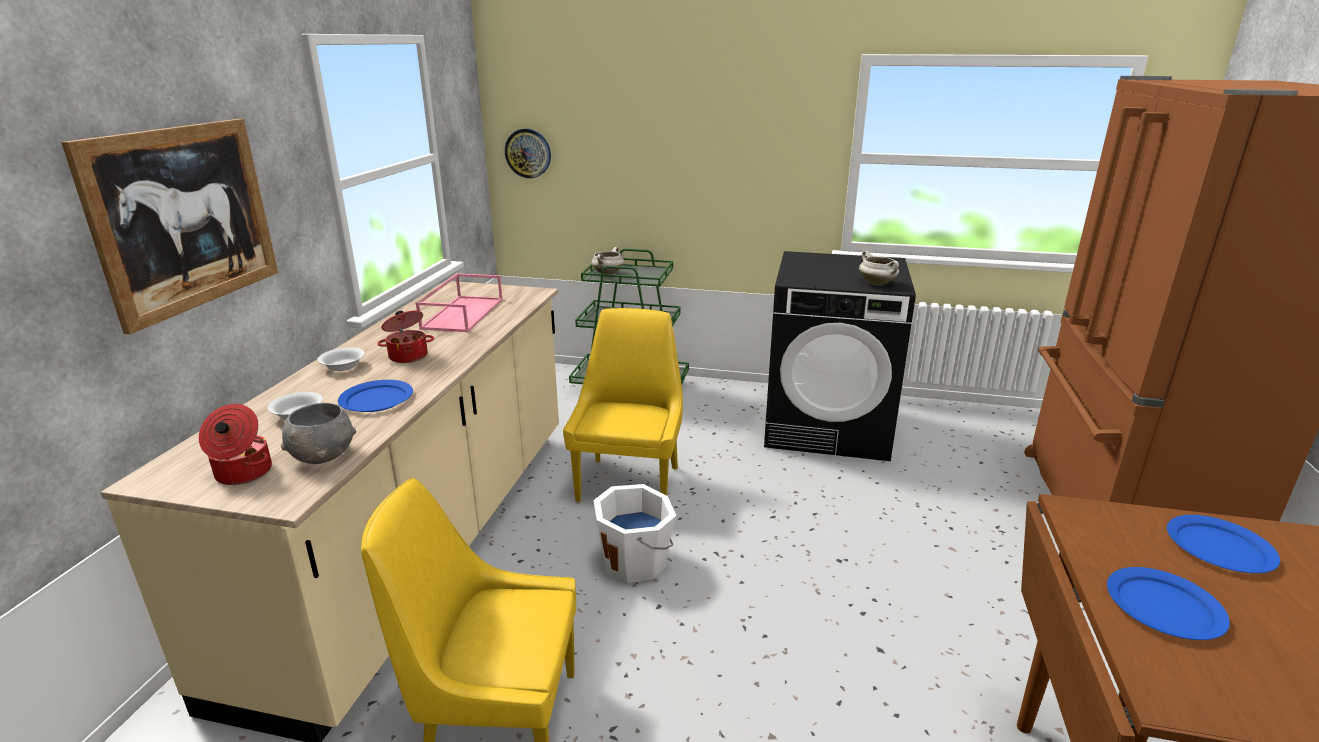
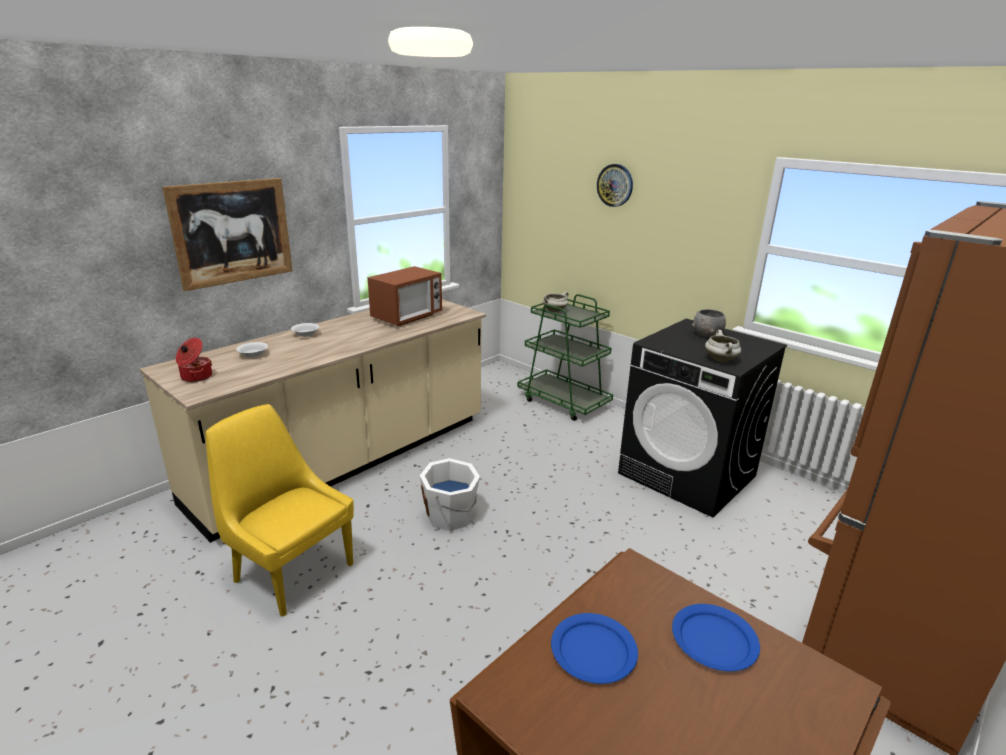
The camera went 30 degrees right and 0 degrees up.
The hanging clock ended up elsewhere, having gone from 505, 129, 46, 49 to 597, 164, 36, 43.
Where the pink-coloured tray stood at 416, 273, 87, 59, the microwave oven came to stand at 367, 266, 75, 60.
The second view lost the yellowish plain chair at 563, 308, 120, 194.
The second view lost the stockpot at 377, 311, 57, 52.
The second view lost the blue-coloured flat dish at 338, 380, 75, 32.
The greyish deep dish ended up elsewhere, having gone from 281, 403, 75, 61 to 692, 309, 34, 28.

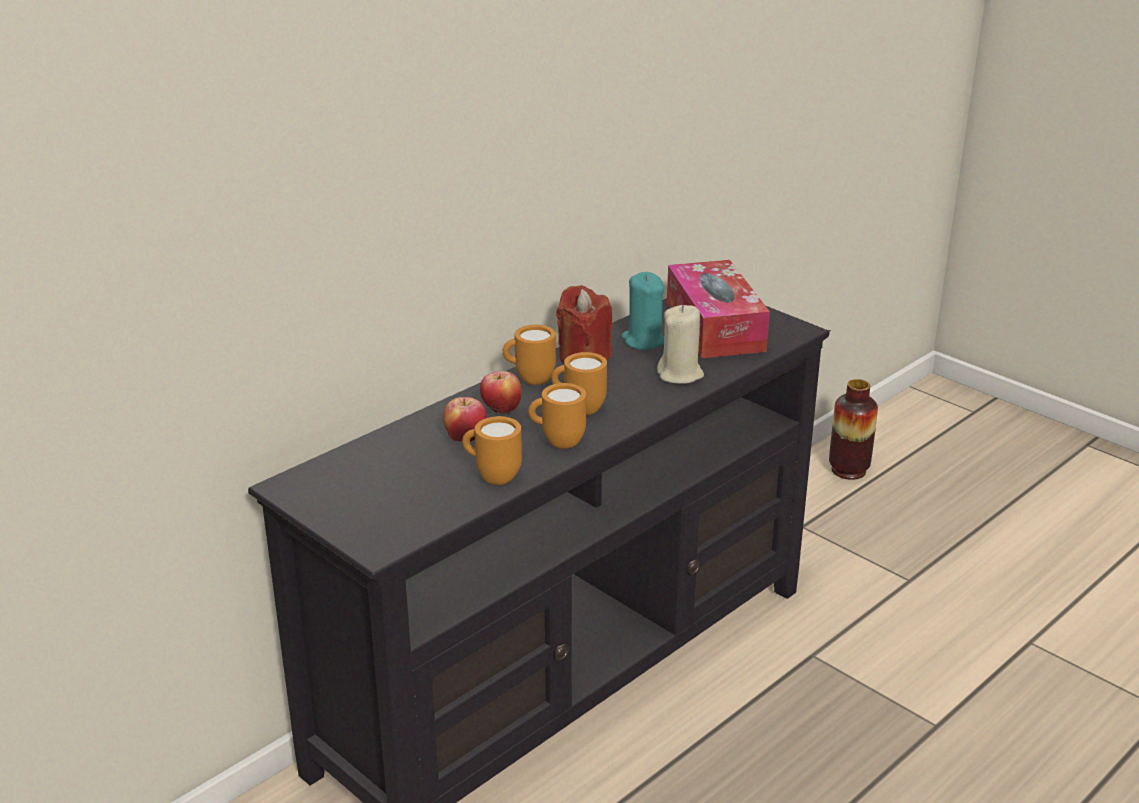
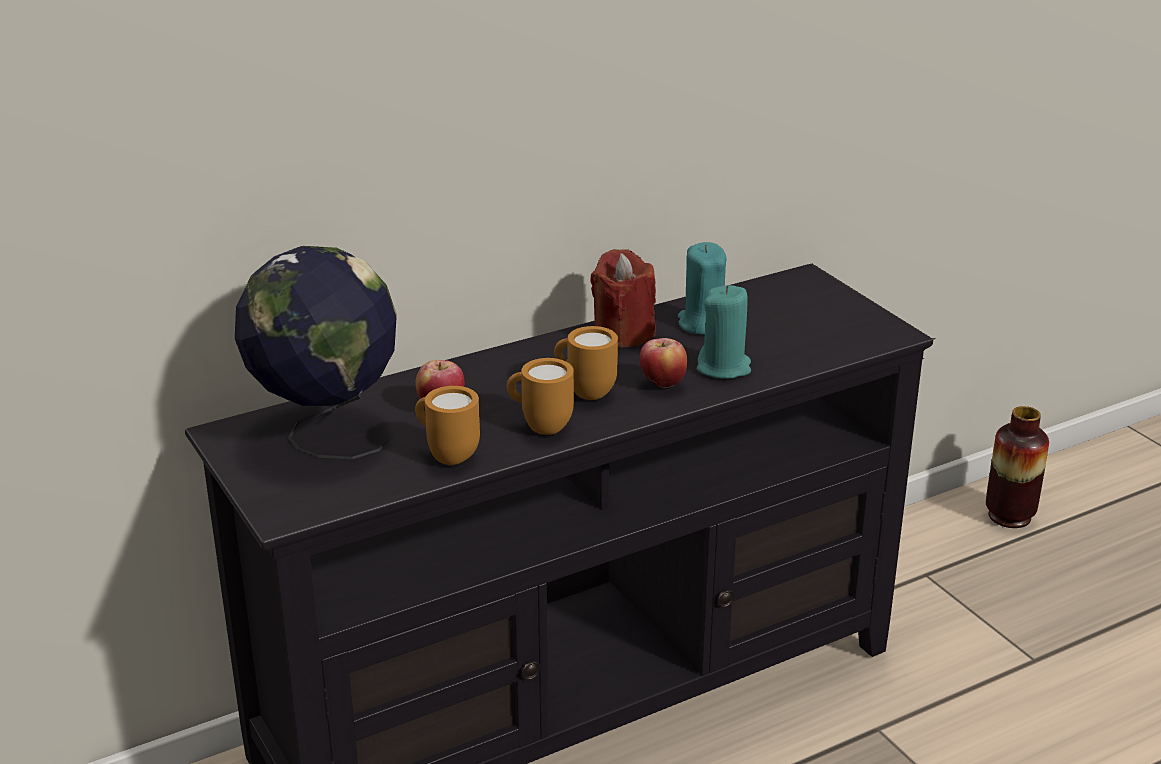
The camera went 15 degrees right and 0 degrees up.
The second view lost the box of tissues at 667, 260, 103, 98.
What was the sand-coloured wax candle at 657, 305, 47, 79 turned into the turquoise-coloured wax candle at 697, 285, 54, 94.
The second view lost the orangey tea mug at 502, 325, 54, 60.
The apple fruit ended up elsewhere, having gone from 480, 371, 42, 44 to 640, 338, 47, 51.
The second view gained the globe at 235, 246, 162, 213.

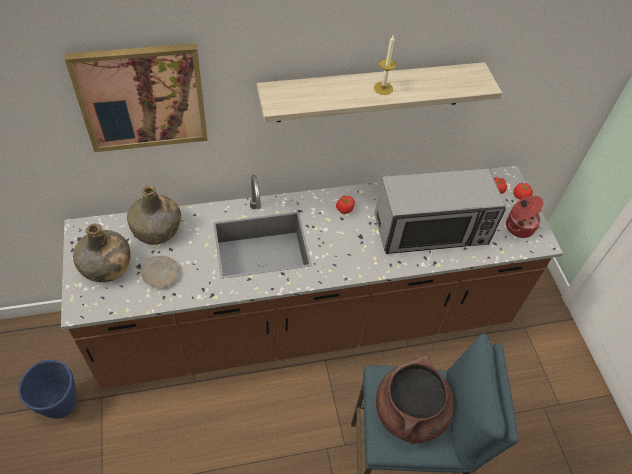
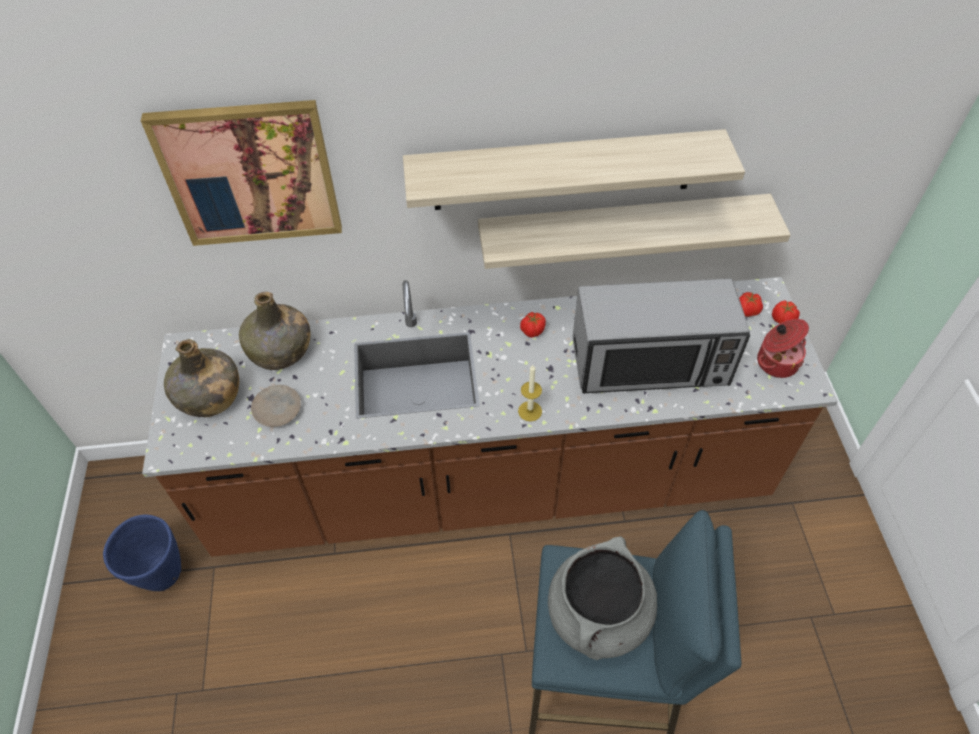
The camera went 10 degrees right and 0 degrees up.
The wax candle ended up elsewhere, having gone from 374, 36, 22, 59 to 518, 365, 24, 56.
What was the brown stockpot at 376, 355, 78, 90 turned into the greyish stockpot at 548, 536, 109, 124.
The second view gained the shelf at 478, 194, 313, 75.

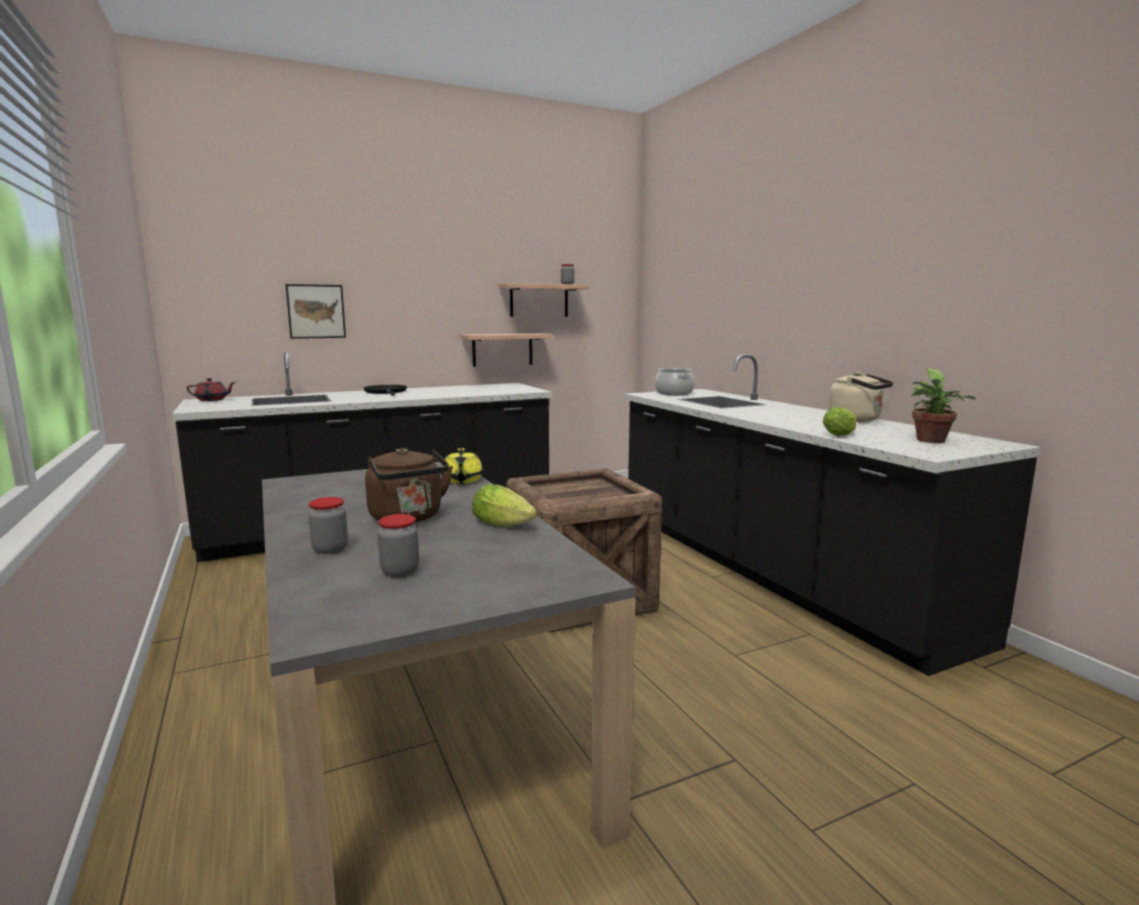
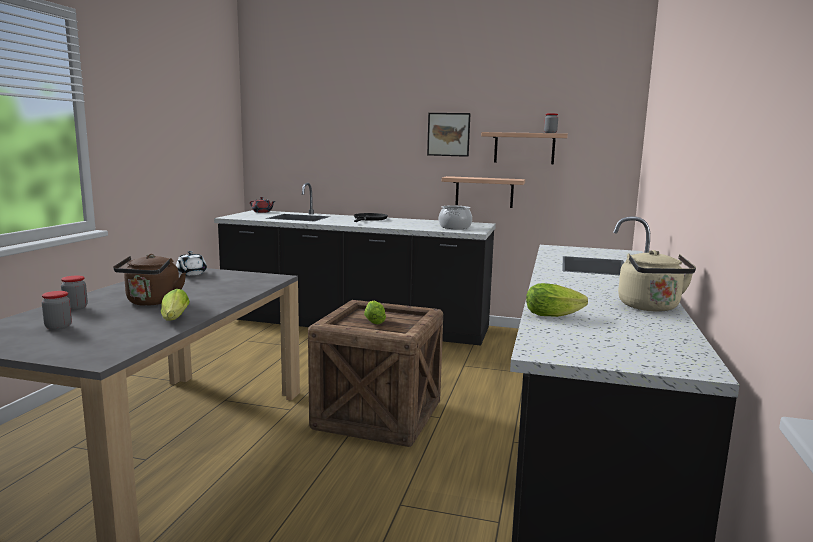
The camera went 40 degrees right and 0 degrees up.
The wall art ended up elsewhere, having gone from 285, 284, 61, 55 to 427, 113, 43, 44.
The stockpot ended up elsewhere, having gone from 655, 368, 40, 27 to 439, 205, 33, 24.
The second view lost the houseplant at 911, 368, 65, 75.
The second view lost the yellowish pot for tea at 441, 448, 42, 36.
The second view gained the whitish pot for tea at 176, 251, 31, 25.
The second view gained the lettuce head at 364, 301, 22, 23.

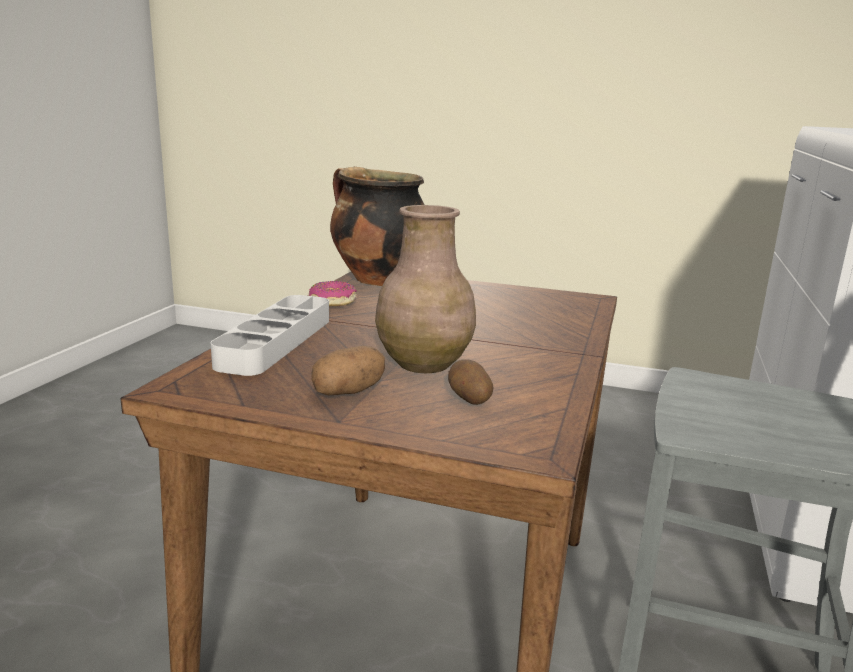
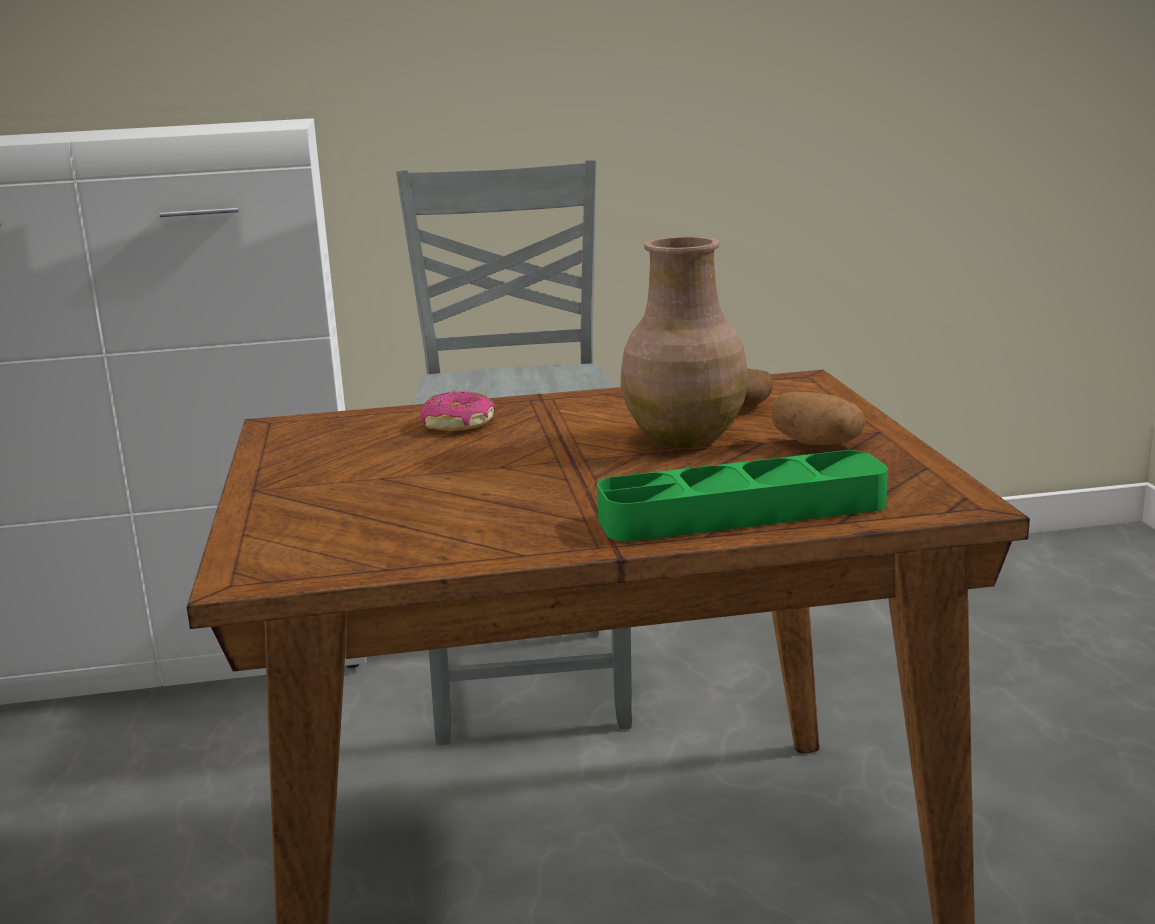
The camera went 115 degrees left and 0 degrees up.
The second view lost the stockpot at 330, 167, 95, 119.
The doughnut ended up elsewhere, having gone from 309, 281, 48, 25 to 420, 391, 75, 40.
What was the greyish tray at 211, 295, 118, 81 turned into the green-coloured tray at 597, 450, 291, 92.

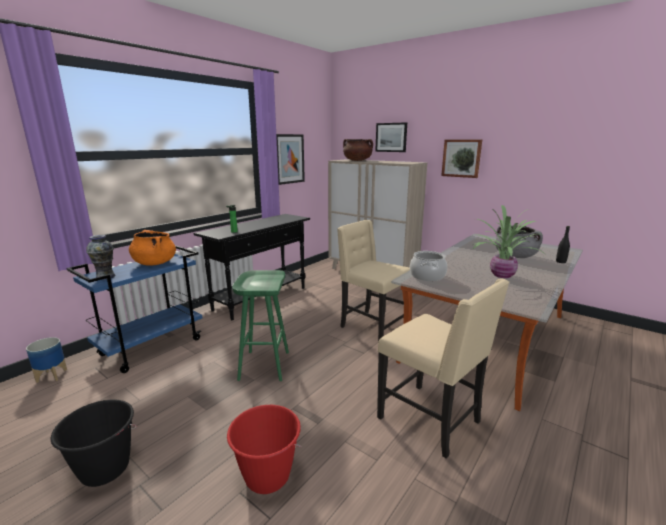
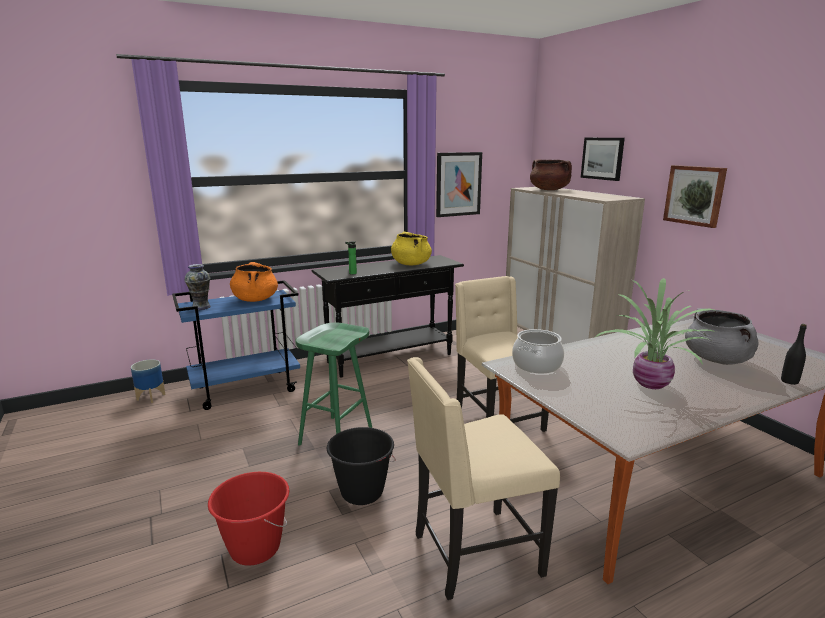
The camera went 25 degrees right and 0 degrees up.
The sand-coloured plain chair at 377, 278, 132, 181 ended up facing another way, 90 degrees clockwise from before.
The black-coloured bucket ended up elsewhere, having gone from 50, 400, 88, 87 to 327, 427, 69, 78.
The second view gained the yellowish stockpot at 391, 231, 41, 34.

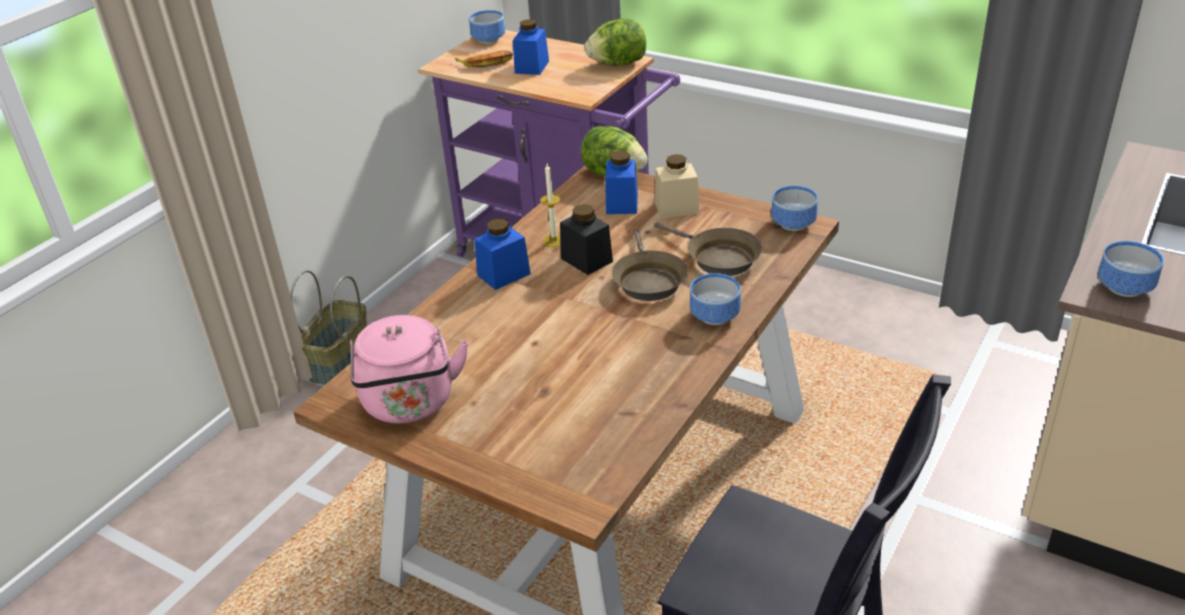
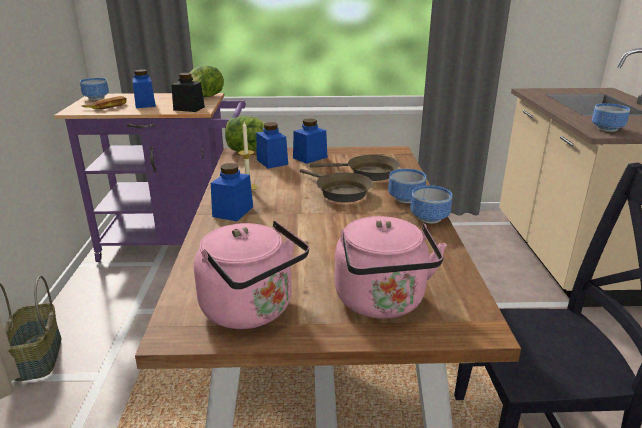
The camera went 35 degrees left and 10 degrees down.
What was the sand-coloured jar at 655, 154, 45, 64 turned into the blue-coloured jar at 293, 118, 35, 46.
The deep dish ended up elsewhere, having gone from 771, 186, 47, 45 to 410, 185, 42, 39.
The black-coloured jar ended up elsewhere, having gone from 560, 204, 53, 71 to 171, 73, 34, 39.
The second view gained the pink-coloured kettle at 335, 216, 112, 103.

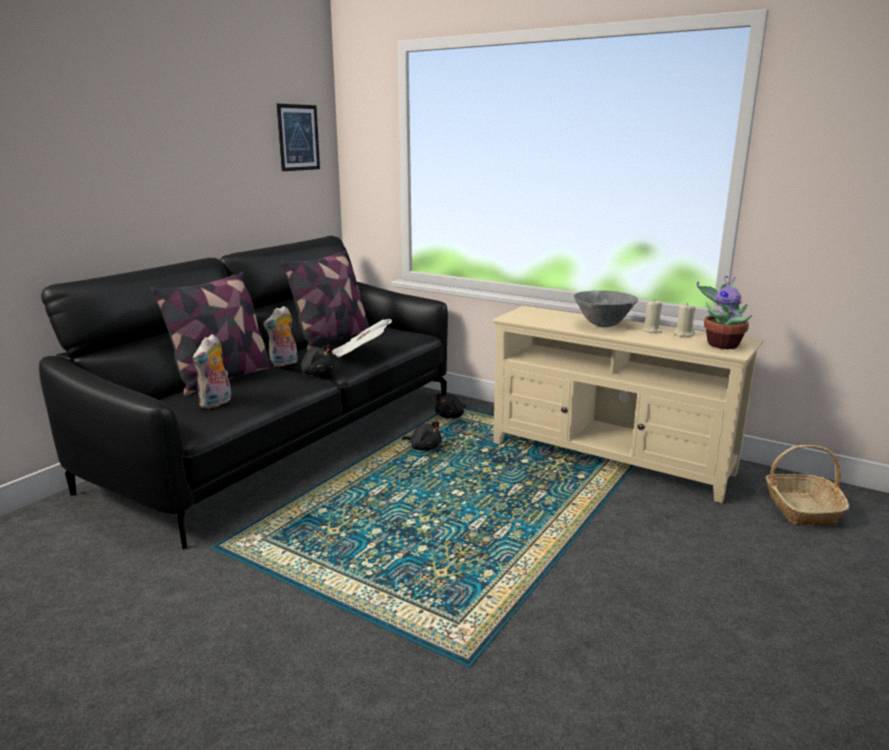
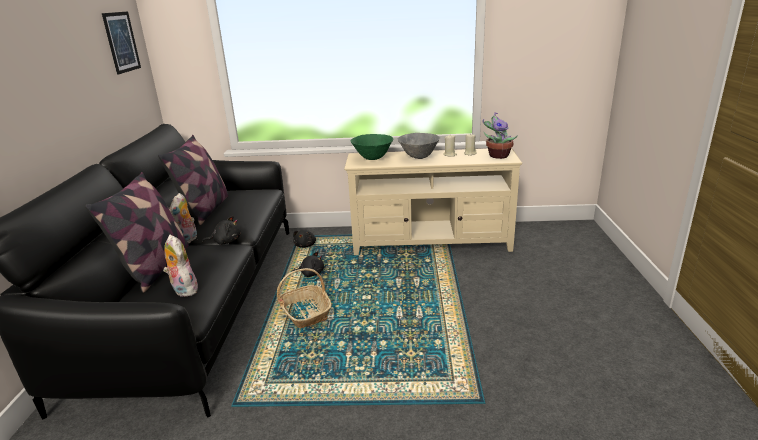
The camera went 30 degrees left and 5 degrees up.
The second view lost the daily paper at 332, 319, 60, 39.
The plush toy at 193, 334, 38, 75 ended up facing another way, 150 degrees clockwise from before.
The household basket ended up elsewhere, having gone from 765, 445, 84, 81 to 277, 268, 54, 61.
The second view gained the green-coloured deep dish at 351, 134, 43, 26.

